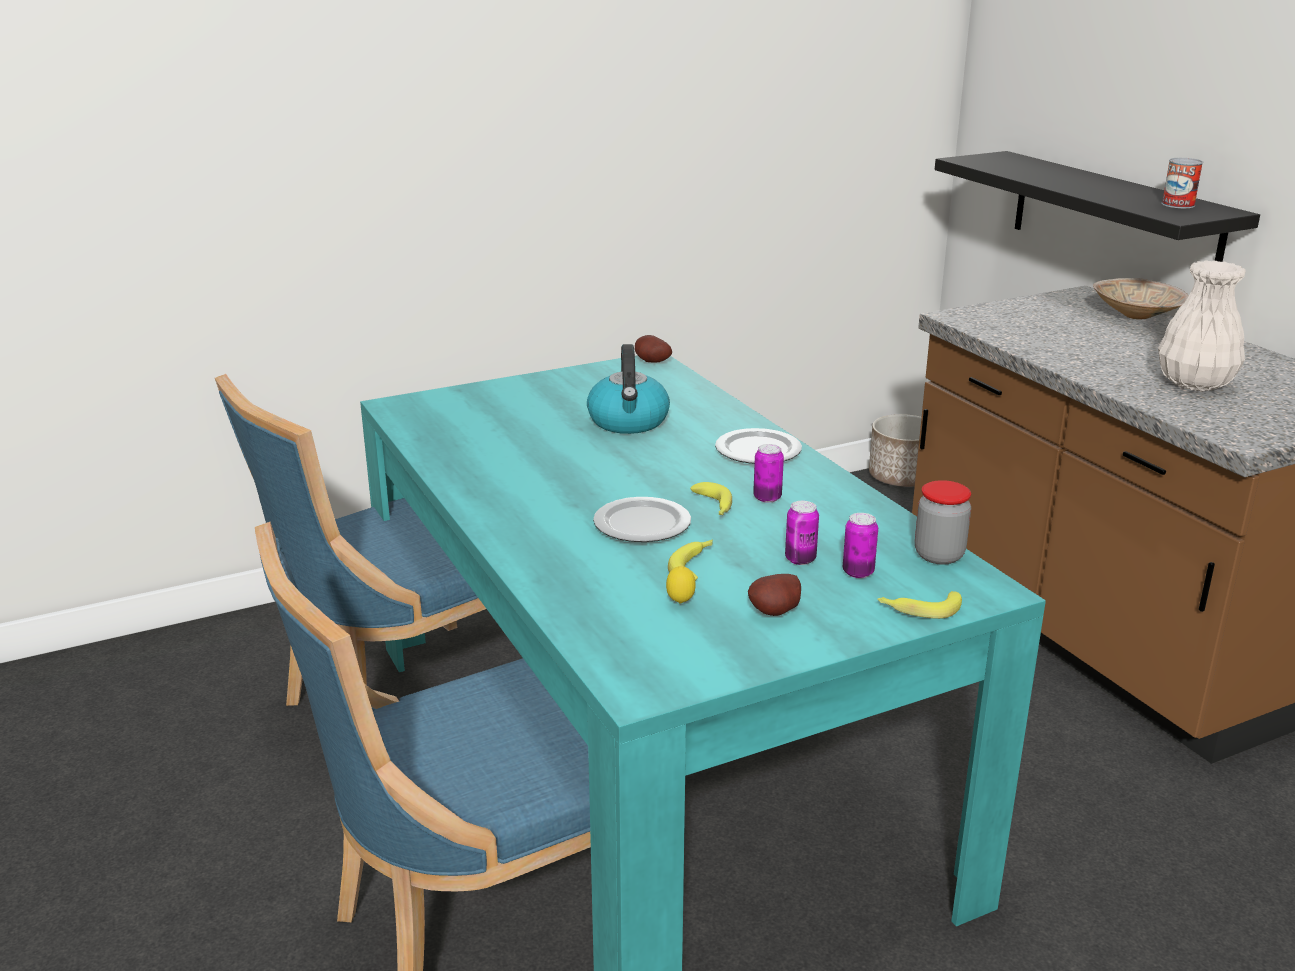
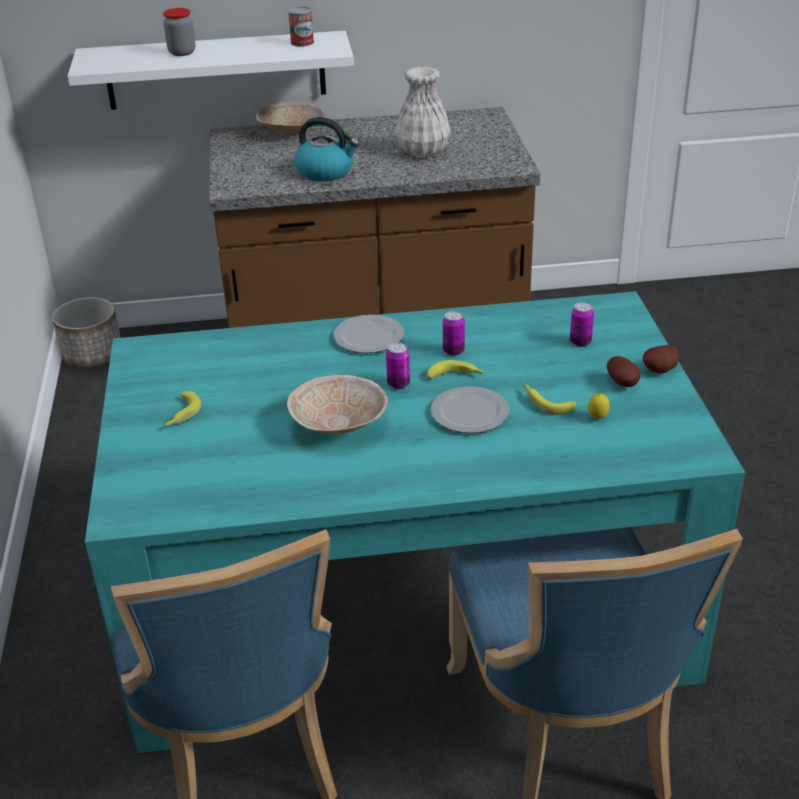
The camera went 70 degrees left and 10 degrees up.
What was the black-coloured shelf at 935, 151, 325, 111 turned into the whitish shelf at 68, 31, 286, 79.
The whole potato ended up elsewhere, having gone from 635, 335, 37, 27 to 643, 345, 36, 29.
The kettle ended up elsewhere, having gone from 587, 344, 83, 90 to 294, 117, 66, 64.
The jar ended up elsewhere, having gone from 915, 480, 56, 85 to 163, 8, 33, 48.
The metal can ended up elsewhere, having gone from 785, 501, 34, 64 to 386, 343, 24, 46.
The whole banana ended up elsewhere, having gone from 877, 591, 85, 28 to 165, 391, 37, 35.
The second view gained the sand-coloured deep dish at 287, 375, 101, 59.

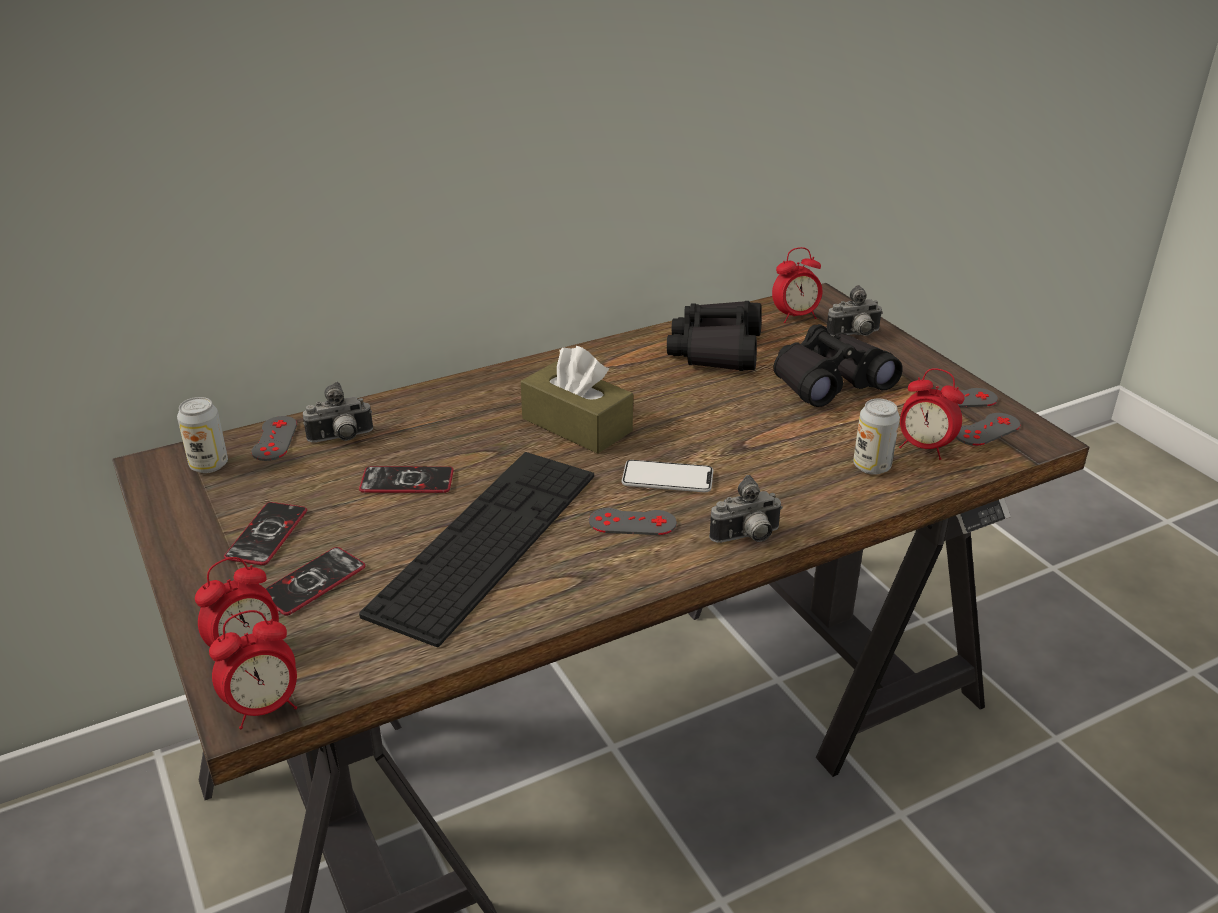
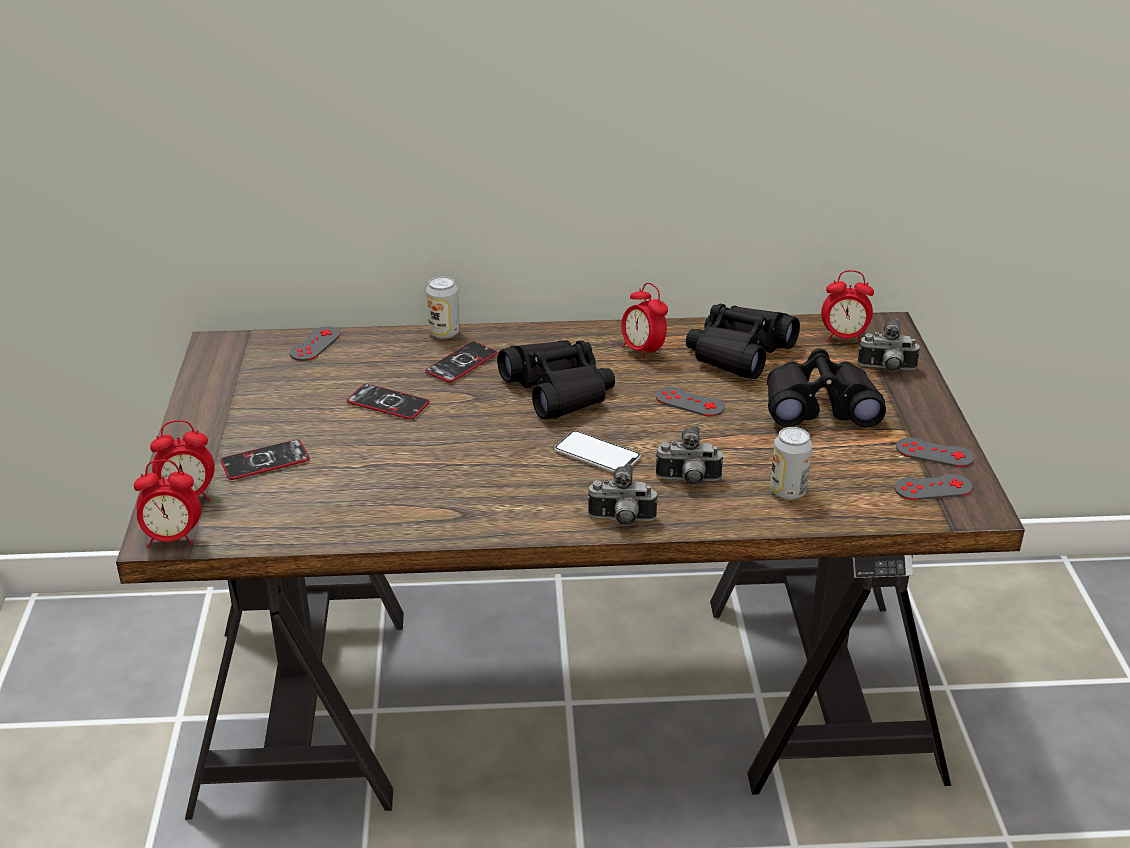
The camera went 25 degrees right and 0 degrees up.
Where the brown box of tissues stood at 521, 346, 112, 108, the black-coloured field glasses came to stand at 497, 340, 118, 80.
The bedside clock ended up elsewhere, having gone from 899, 368, 66, 92 to 622, 283, 46, 79.
The still camera ended up elsewhere, having gone from 303, 382, 70, 61 to 656, 426, 67, 59.
The metal can ended up elsewhere, having gone from 177, 397, 51, 76 to 426, 276, 34, 63.
The second view lost the PC keyboard at 359, 452, 235, 195.
The handset ended up elsewhere, having gone from 224, 502, 83, 63 to 425, 341, 73, 42.
The greyish joypad ended up elsewhere, having gone from 589, 508, 88, 27 to 656, 387, 69, 29.

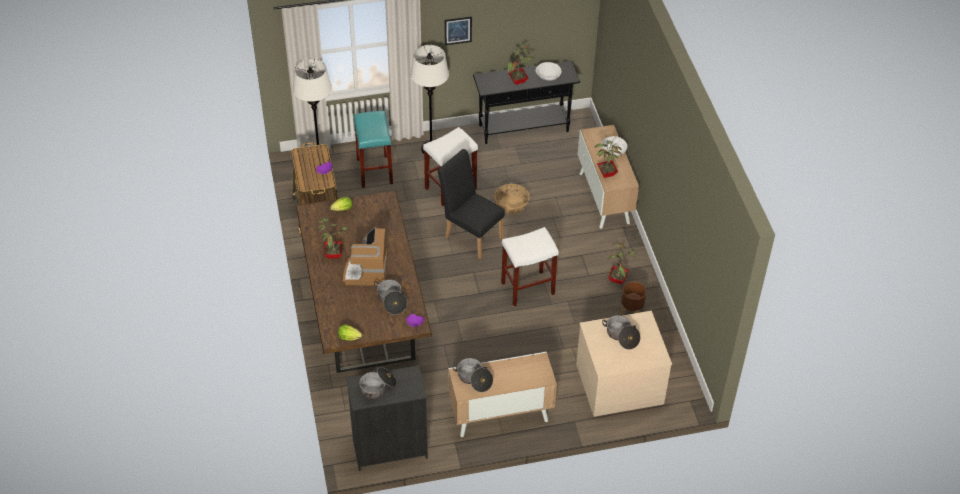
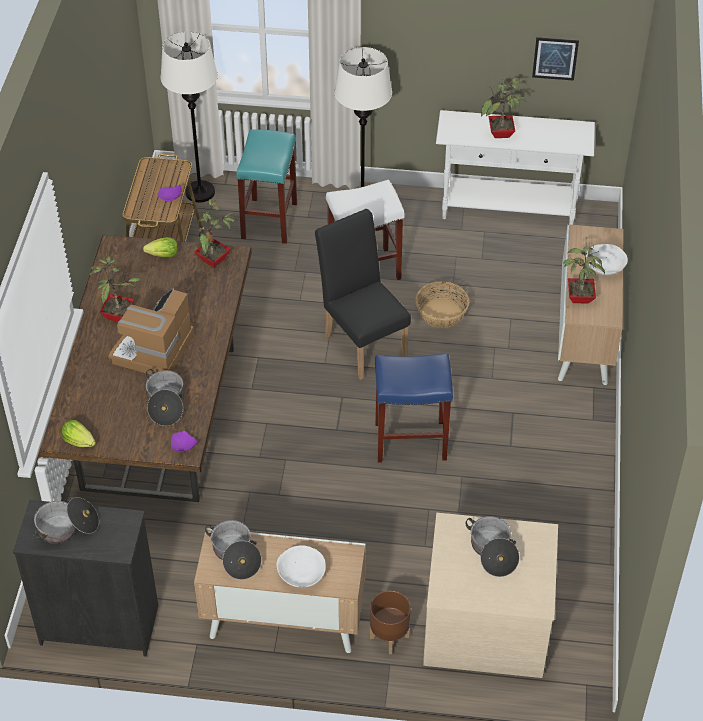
The camera went 20 degrees right and 0 degrees up.
The wall art ended up elsewhere, having gone from 445, 16, 27, 29 to 532, 37, 47, 44.
What was the black-coloured narrow table at 473, 61, 107, 83 turned into the whitish narrow table at 436, 110, 159, 116.
The whitish deep dish ended up elsewhere, having gone from 536, 62, 25, 19 to 277, 545, 49, 43.
What was the whitish sitting stool at 501, 227, 58, 79 turned into the blue-coloured sitting stool at 375, 353, 78, 110.
The houseplant ended up elsewhere, having gone from 608, 243, 29, 41 to 193, 199, 43, 68.
The brown flower pot ended up elsewhere, having gone from 621, 282, 25, 33 to 370, 591, 41, 63.

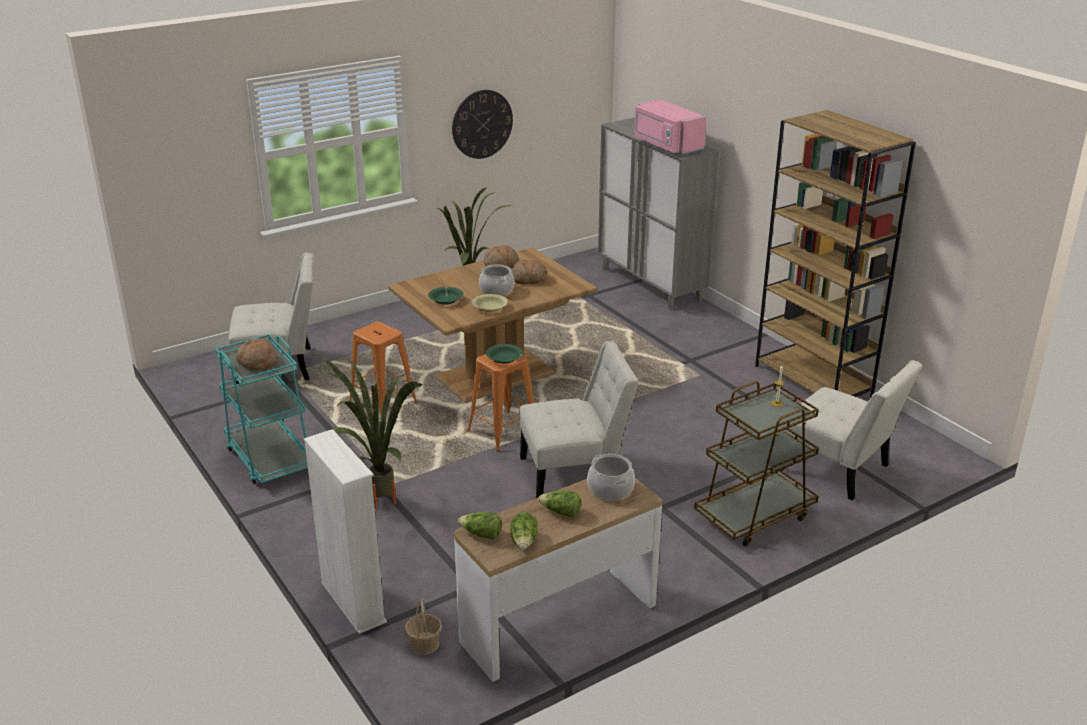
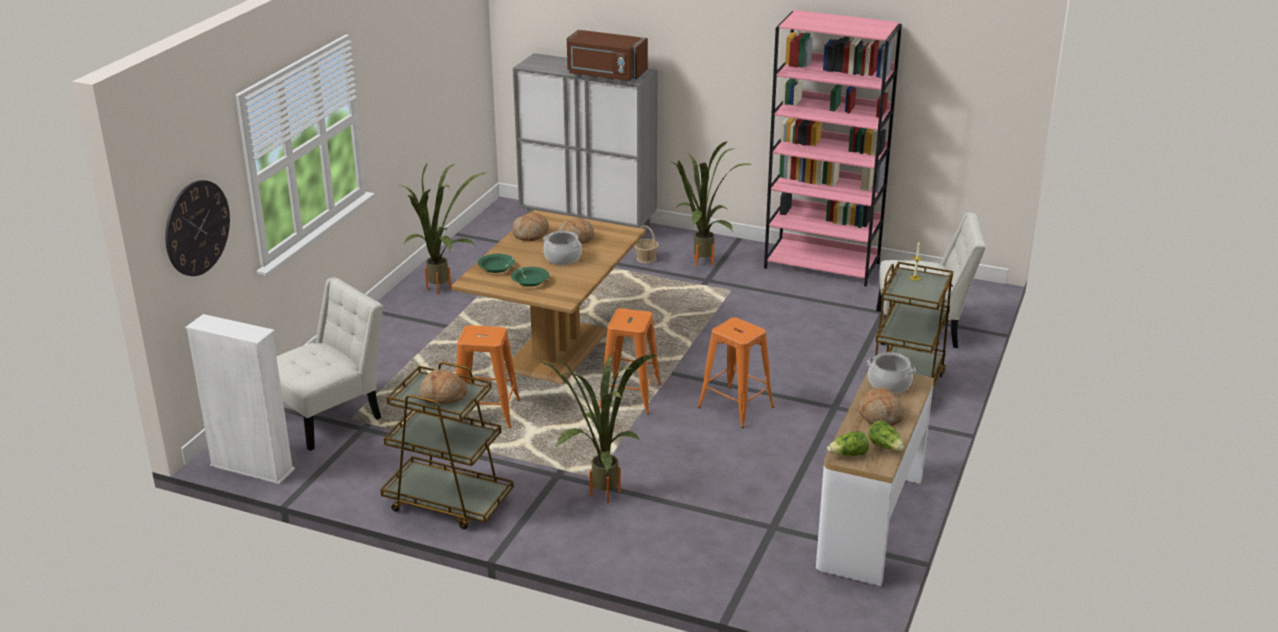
The camera went 35 degrees left and 0 degrees up.
The hanging clock ended up elsewhere, having gone from 452, 90, 61, 69 to 165, 180, 65, 96.
What was the pink-coloured microwave oven at 634, 99, 72, 56 turned into the brown microwave oven at 567, 30, 81, 51.
What was the brown shelving unit at 755, 110, 161, 287 turned into the pink-coloured shelving unit at 764, 10, 138, 277.
The second view lost the yellowish deep dish at 472, 294, 36, 18.
What was the turquoise-coloured wheeled cart at 215, 334, 93, 150 turned into the brown wheeled cart at 380, 362, 134, 167.
Where the whitish plain chair stood at 519, 341, 120, 157, the orangey sitting stool came to stand at 698, 317, 76, 111.
The green-coloured deep dish ended up elsewhere, having gone from 486, 344, 37, 20 to 478, 254, 37, 19.
The whitish shelving unit ended up elsewhere, having gone from 304, 429, 83, 205 to 185, 314, 110, 170.
Where the lettuce head stood at 538, 491, 43, 27, the bakery bread came to stand at 858, 388, 47, 38.
The household basket ended up elsewhere, having gone from 405, 599, 37, 56 to 634, 225, 25, 39.
The second view gained the houseplant at 672, 141, 81, 125.

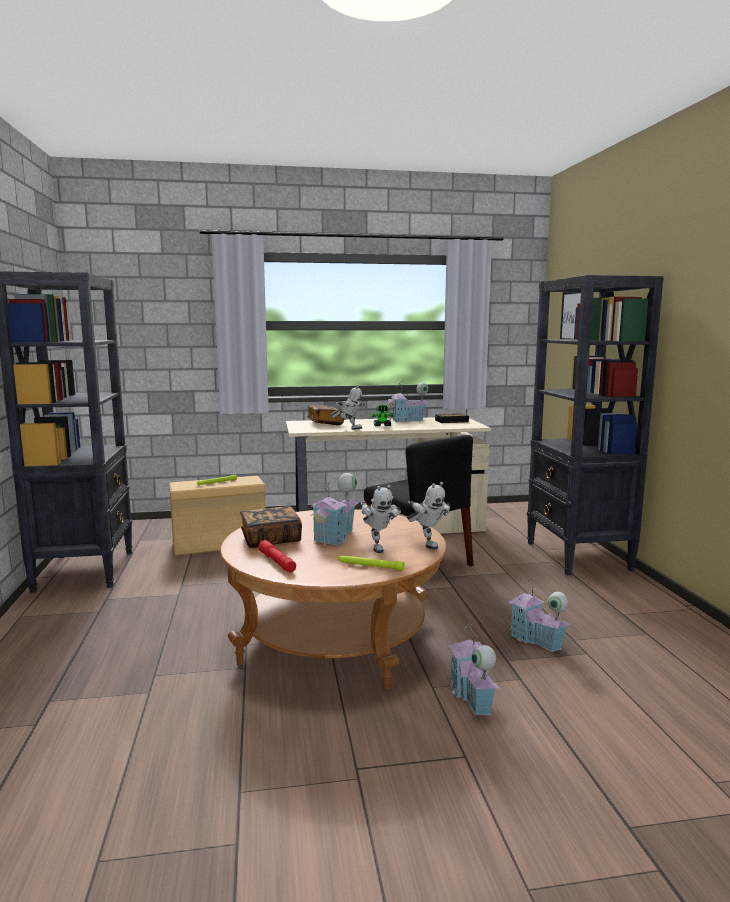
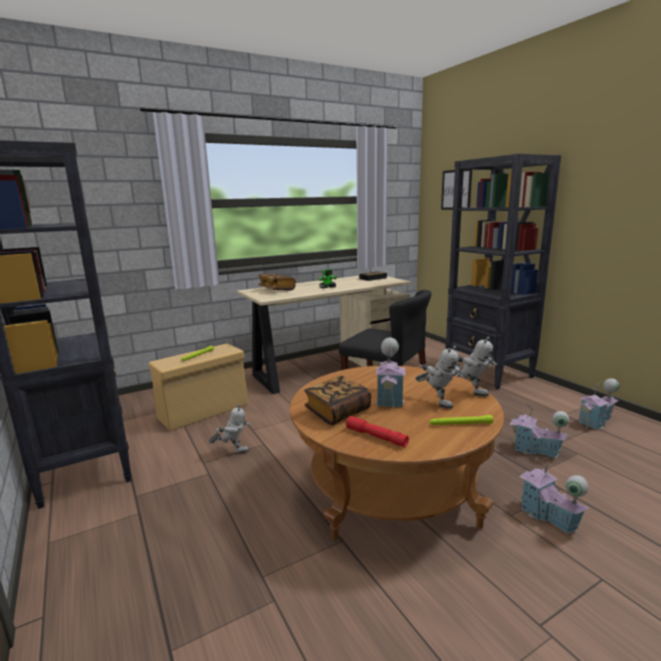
The camera went 20 degrees left and 5 degrees up.
The model house ended up elsewhere, having gone from 387, 381, 41, 41 to 578, 378, 42, 52.
The model robot ended up elsewhere, having gone from 330, 385, 36, 45 to 209, 404, 41, 50.

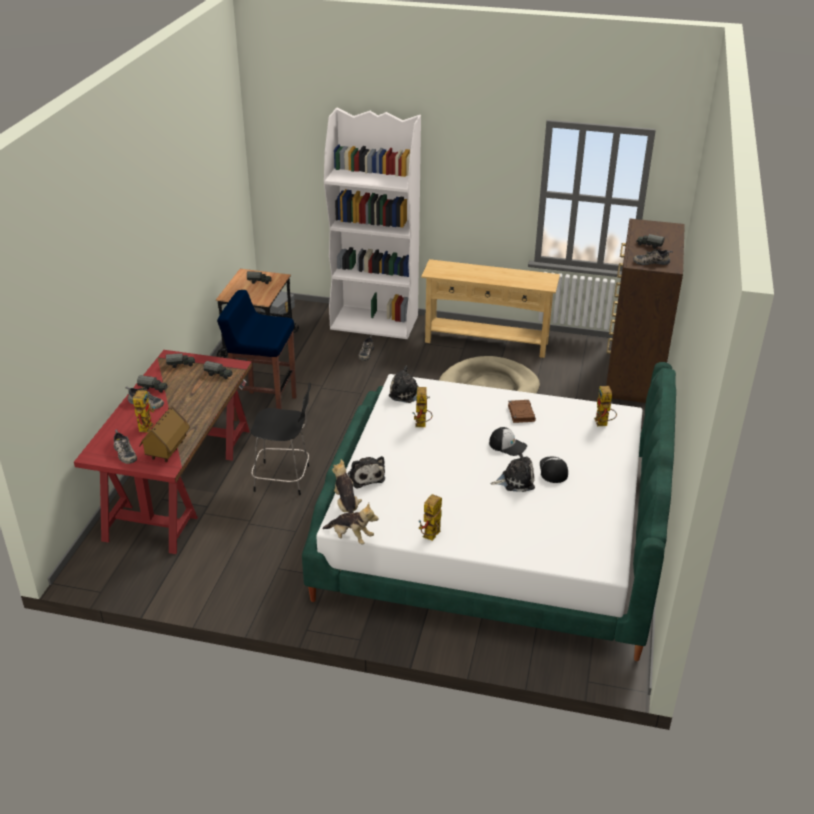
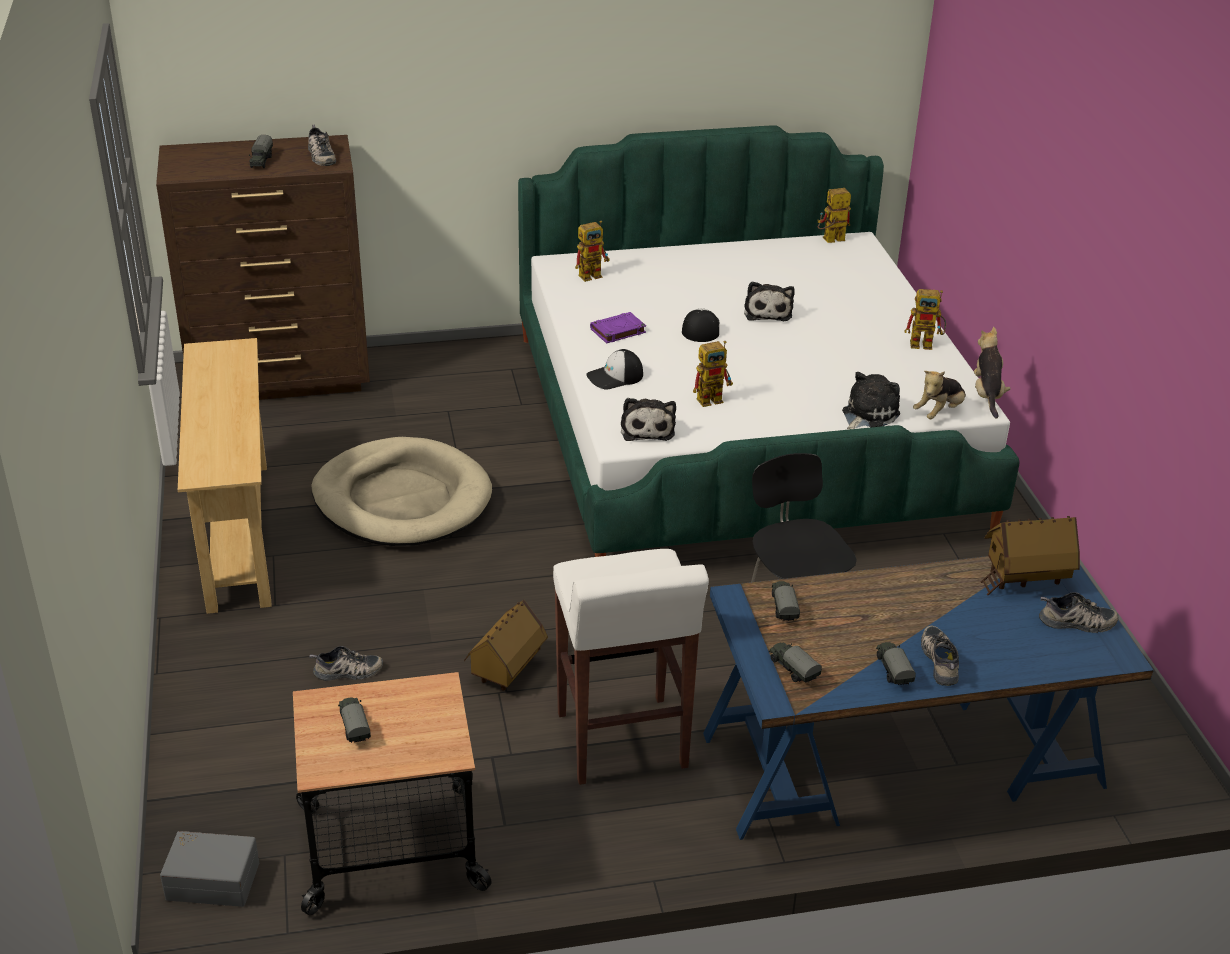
The camera went 115 degrees left and 0 degrees up.
The second view lost the whitish shelving unit at 324, 108, 97, 231.
What was the blue-coloured sitting stool at 217, 290, 80, 131 turned into the whitish sitting stool at 553, 549, 156, 236.
What was the red desk at 74, 350, 178, 204 turned into the blue-coloured desk at 703, 556, 451, 284.
The model robot ended up elsewhere, having gone from 133, 387, 22, 46 to 818, 188, 33, 55.
What was the brown volume at 508, 400, 28, 23 turned into the purple volume at 590, 312, 56, 32.
The shoe at 114, 430, 23, 34 ended up facing another way, 60 degrees clockwise from before.
The plush toy at 491, 451, 44, 41 ended up facing another way, 150 degrees counterclockwise from before.
The peaked cap ended up elsewhere, having gone from 540, 457, 28, 26 to 586, 349, 57, 41.
The second view gained the model house at 464, 600, 84, 91.

